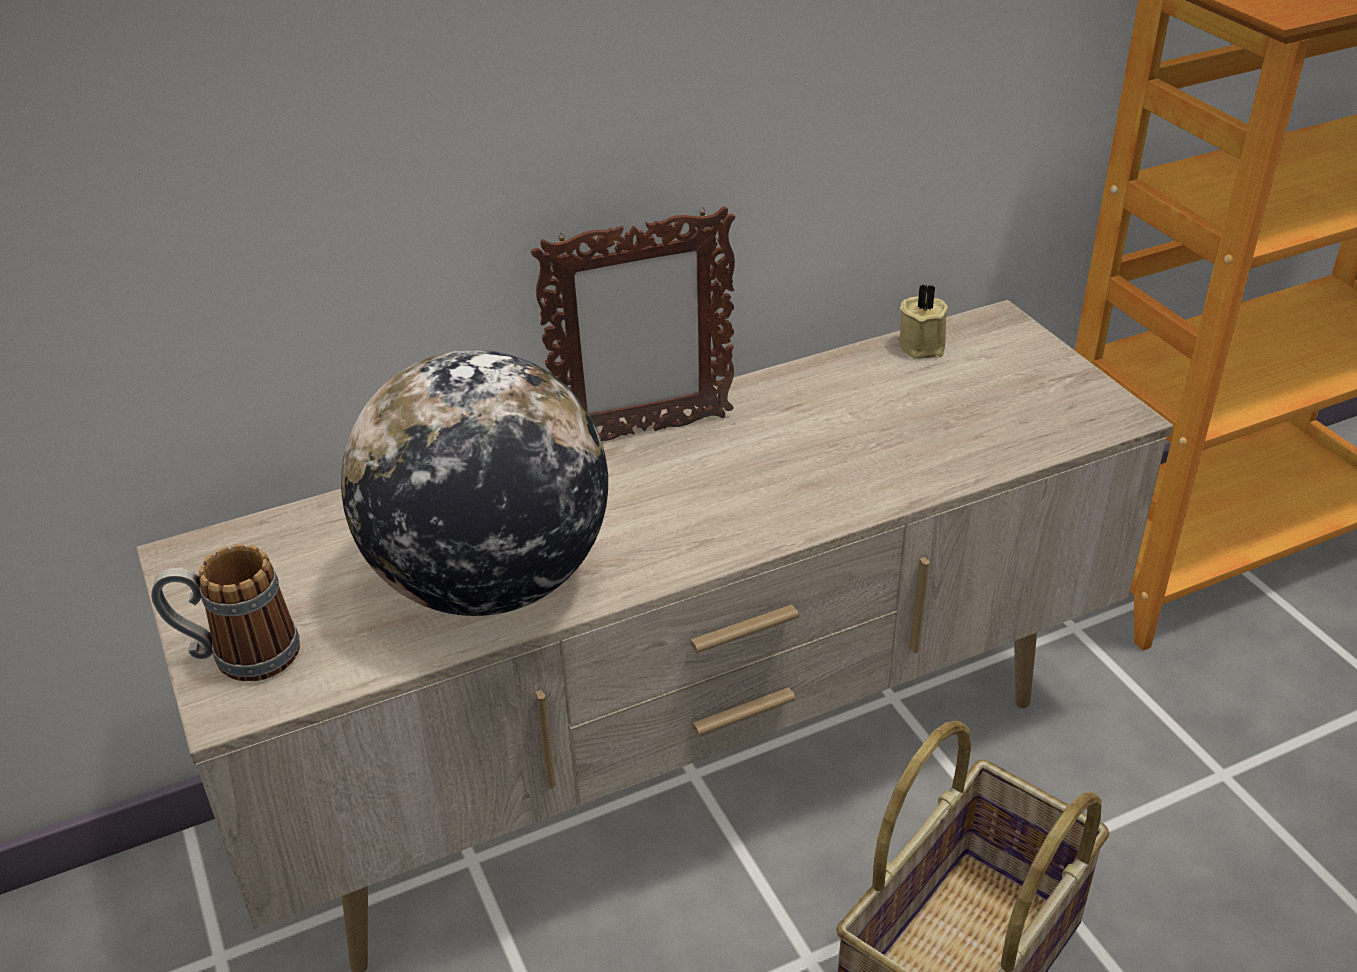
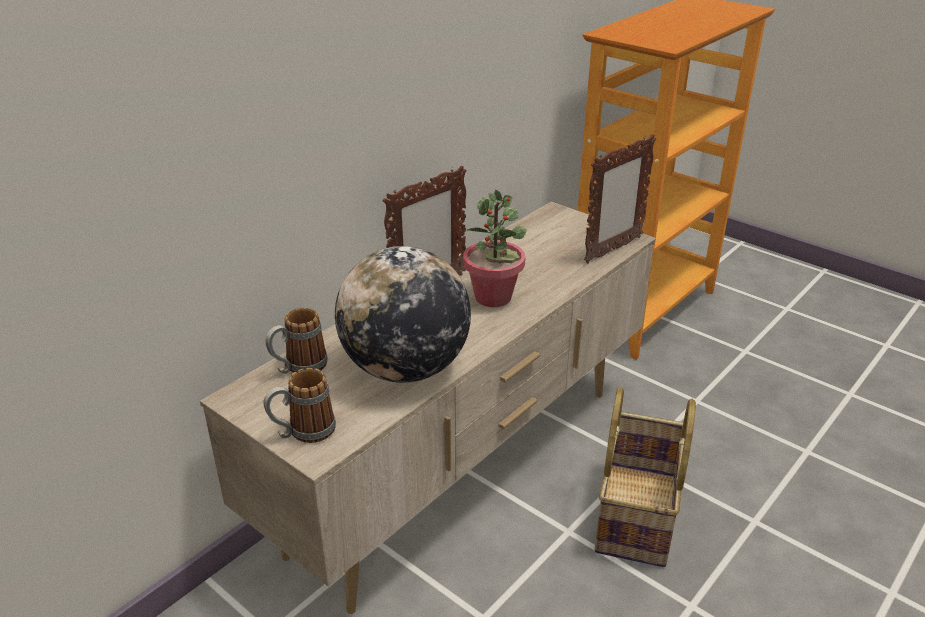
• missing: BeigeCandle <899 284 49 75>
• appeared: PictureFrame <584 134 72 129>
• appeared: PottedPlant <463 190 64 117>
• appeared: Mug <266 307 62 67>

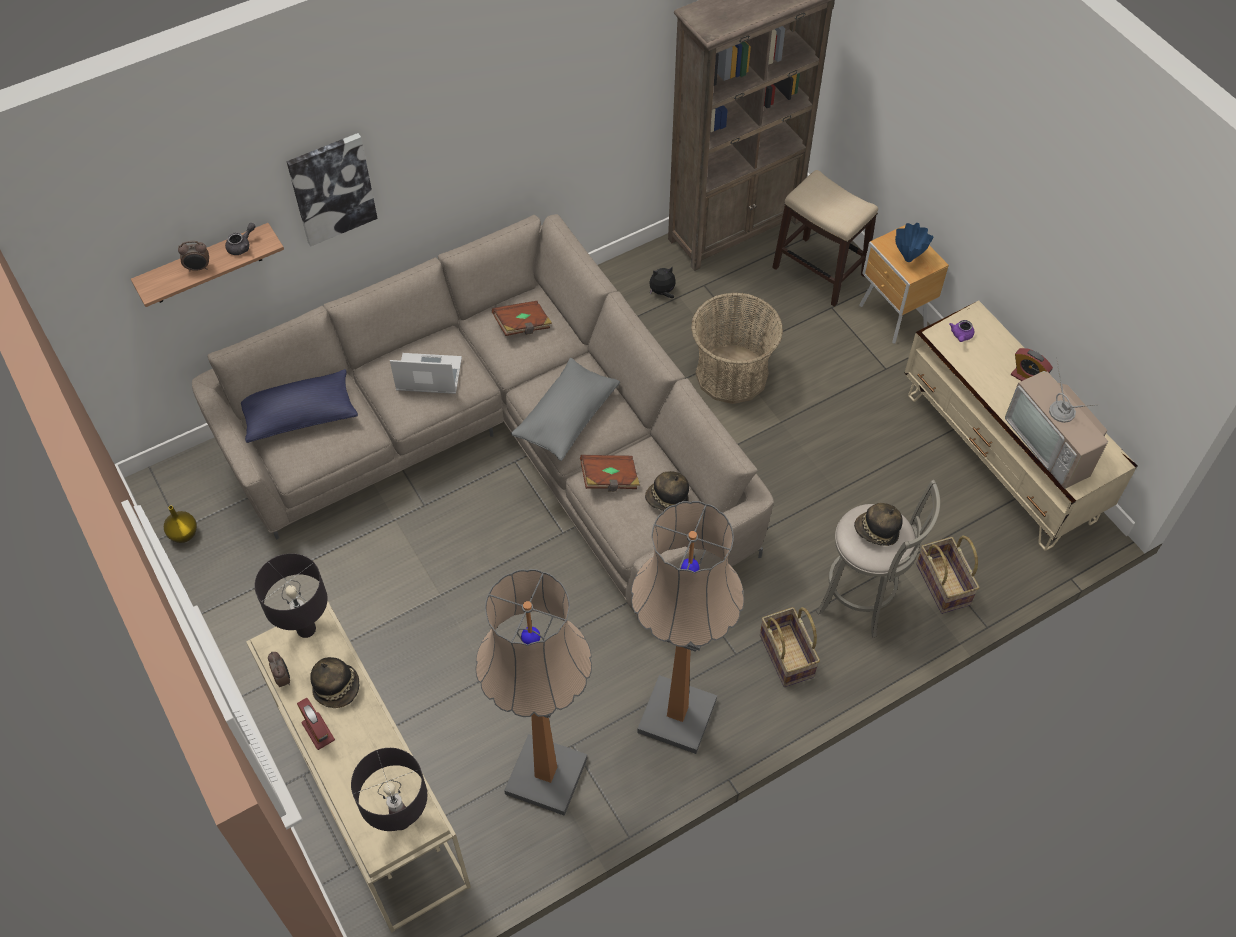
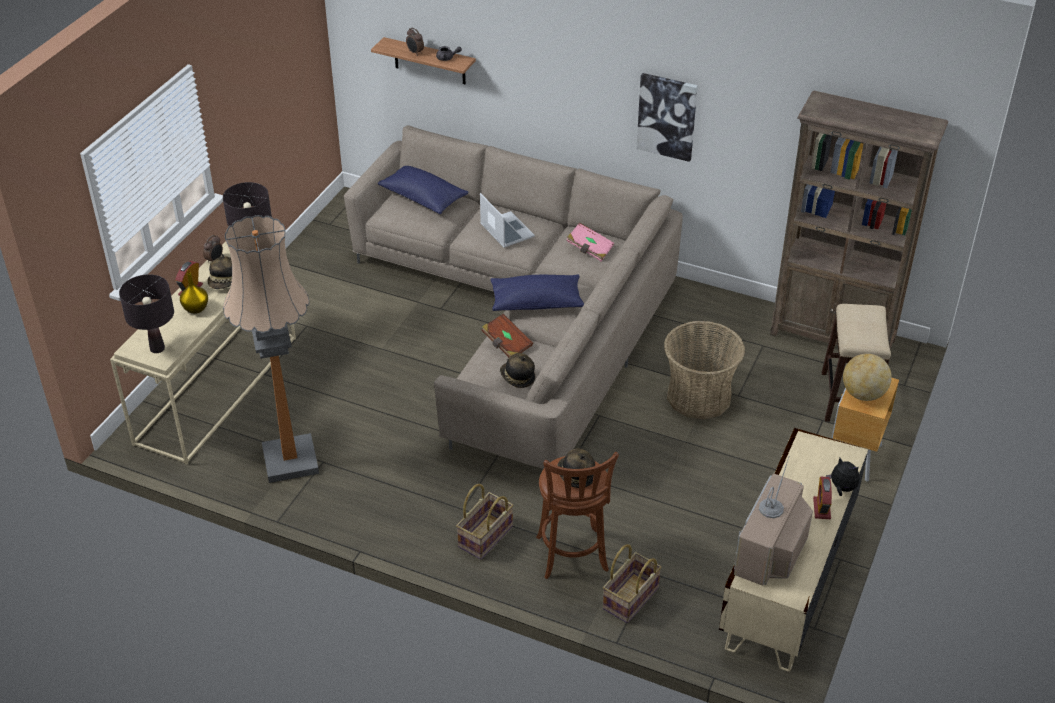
• relocated: Picture <286 133 92 113> to <636 73 62 89>
• exchanged: BlueVase <895 223 39 39> to Globe <843 353 49 48>
• relocated: PlushToy <650 267 26 31> to <826 458 34 38>
• colour: BrownBook <492 301 60 35> to PinkBook <566 222 48 39>
• missing: PurpleTeapot <949 320 25 22>
• colour: GreyPillow <511 358 109 103> to BluePillow <490 275 94 36>
• colour: GreyStool <817 480 123 157> to BrownStool <536 452 83 127>
• missing: FloorLamp <631 501 113 253>
• relocated: YellowVase <164 506 33 37> to <180 272 28 42>

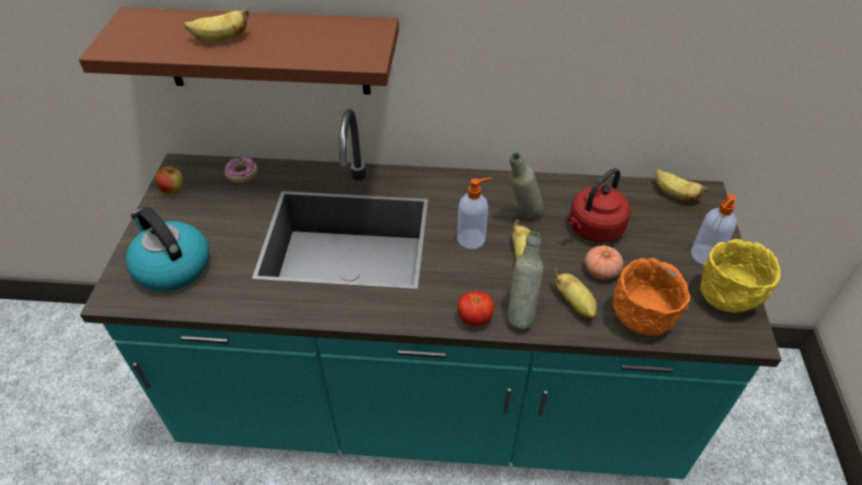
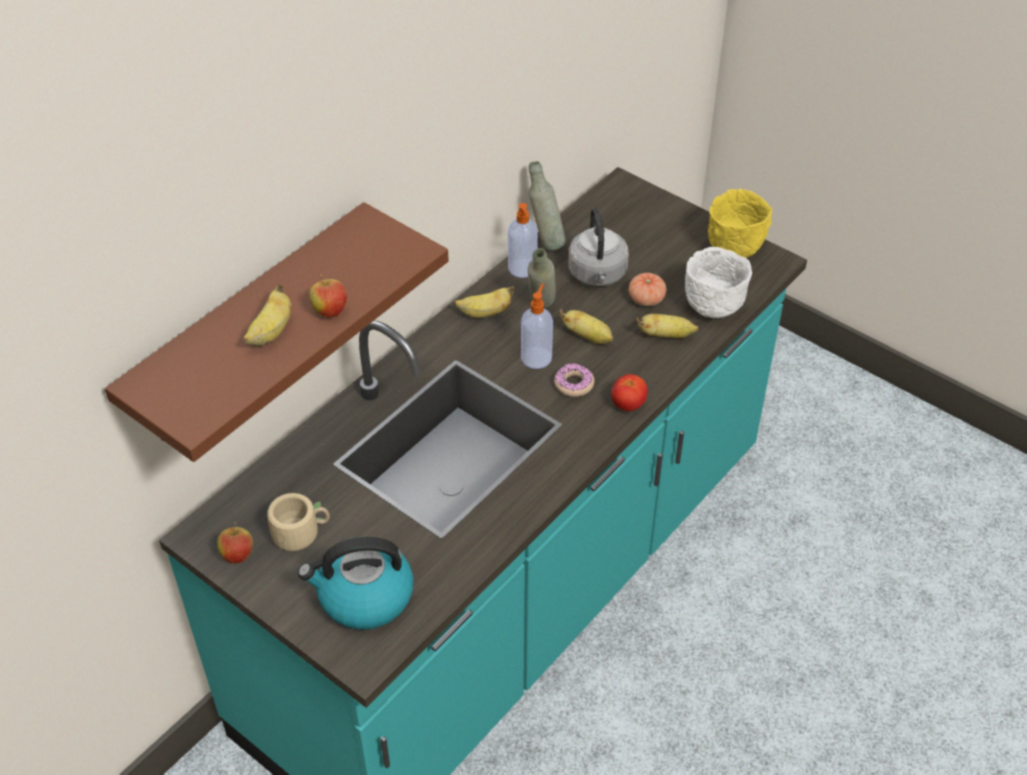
• relocated: Donut <224 157 34 26> to <554 364 41 33>
• colour: RedKettle <568 168 63 74> to GreyKettle <568 208 61 78>
• relocated: Banana <656 169 52 32> to <454 286 61 32>
• relocated: SoapDispenser <691 194 46 70> to <508 203 30 75>
• relocated: GreyBottle <508 231 36 98> to <529 161 37 90>
• colour: OrangeBowl <613 258 77 78> to WhiteBowl <685 247 67 71>
• appeared: Apple <309 275 38 43>
• appeared: BeigeMug <267 493 63 58>

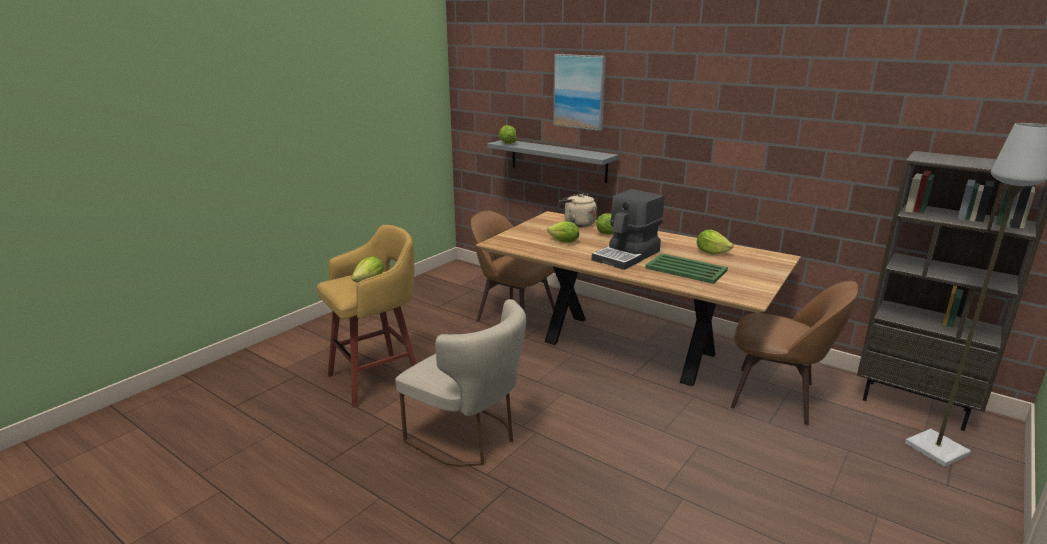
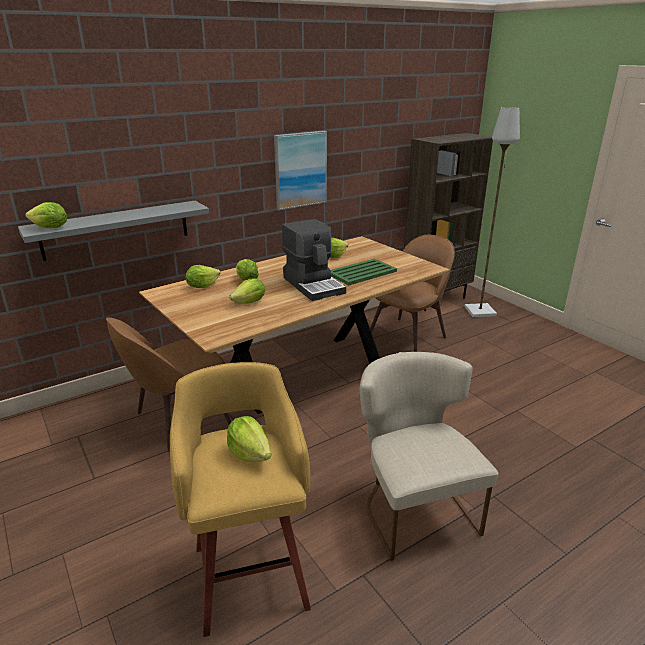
• relocated: Picture <553 54 53 77> to <274 131 53 79>
• exchanged: BeigeKettle <559 193 37 34> to Lettuce <186 265 34 23>
• spun: BeigeChair <395 299 131 167> = <360 352 139 209> 75 degrees counterclockwise

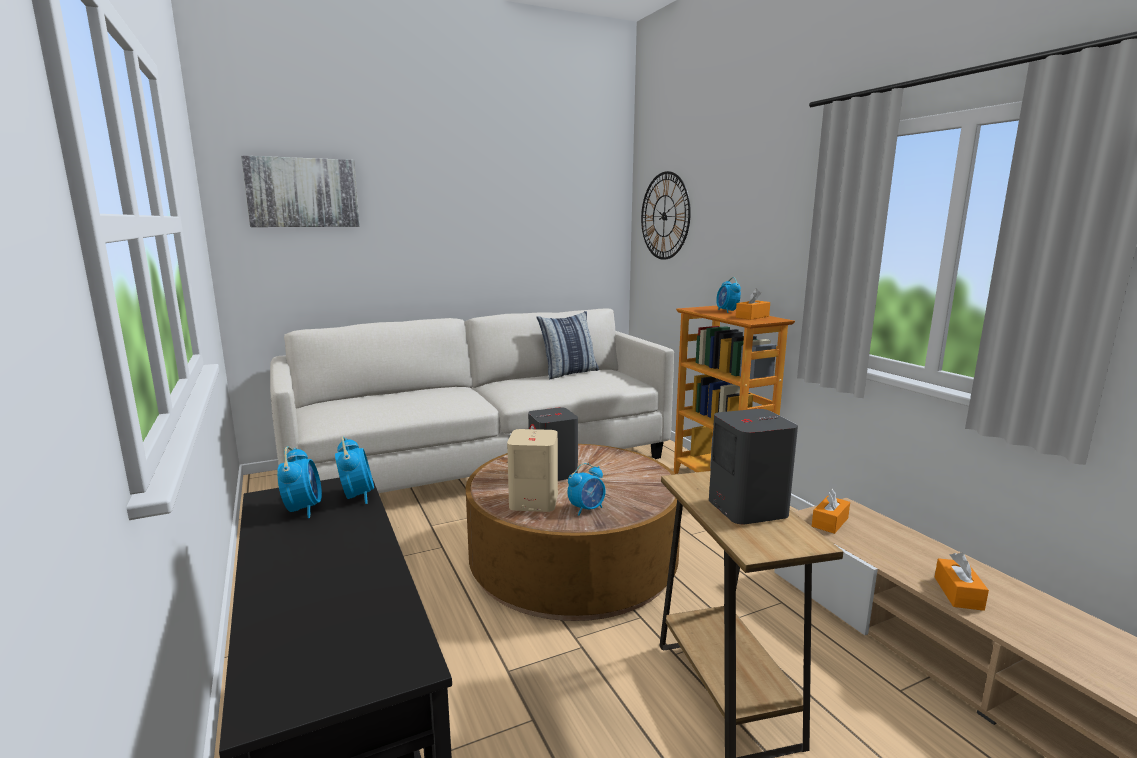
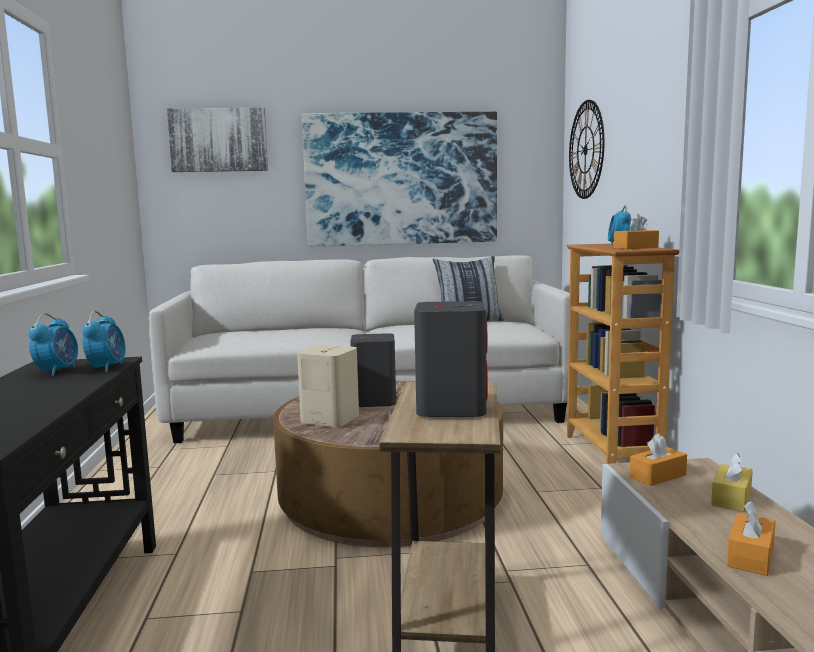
• missing: AlarmClock <568 463 38 53>
• appeared: Picture <302 112 195 134>
• appeared: YellowTissueBox <711 453 42 59>

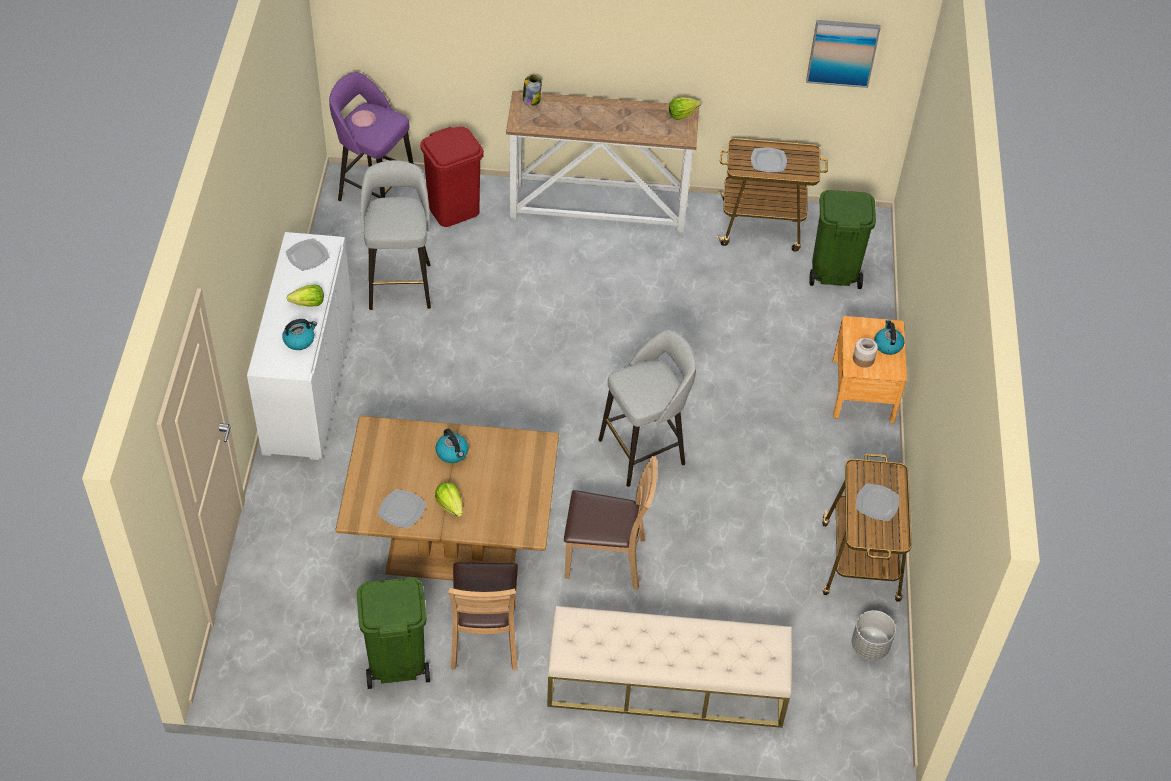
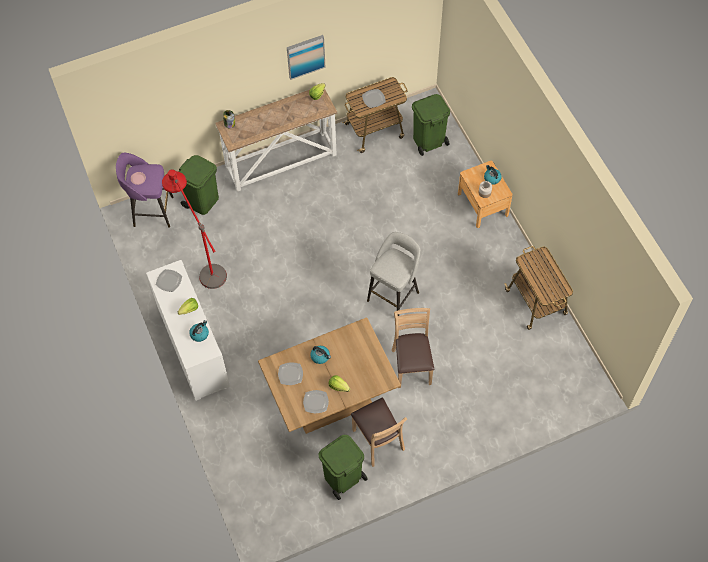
• relocated: Picture <806 20 75 68> to <287 35 39 45>
• colour: RedTrashCan <420 127 64 100> to GreenTrashCan <179 155 40 60>
• exchanged: GreyStool <360 160 71 150> to RedFloorLamp <162 169 65 120>
• spun: BrownChair <564 456 93 134> = <392 308 42 80> 75 degrees counterclockwise
• relocated: Plate <856 483 43 38> to <278 362 25 23>
• missing: BeigeBench <547 606 245 122>
• missing: GreyPlanter <852 610 44 50>

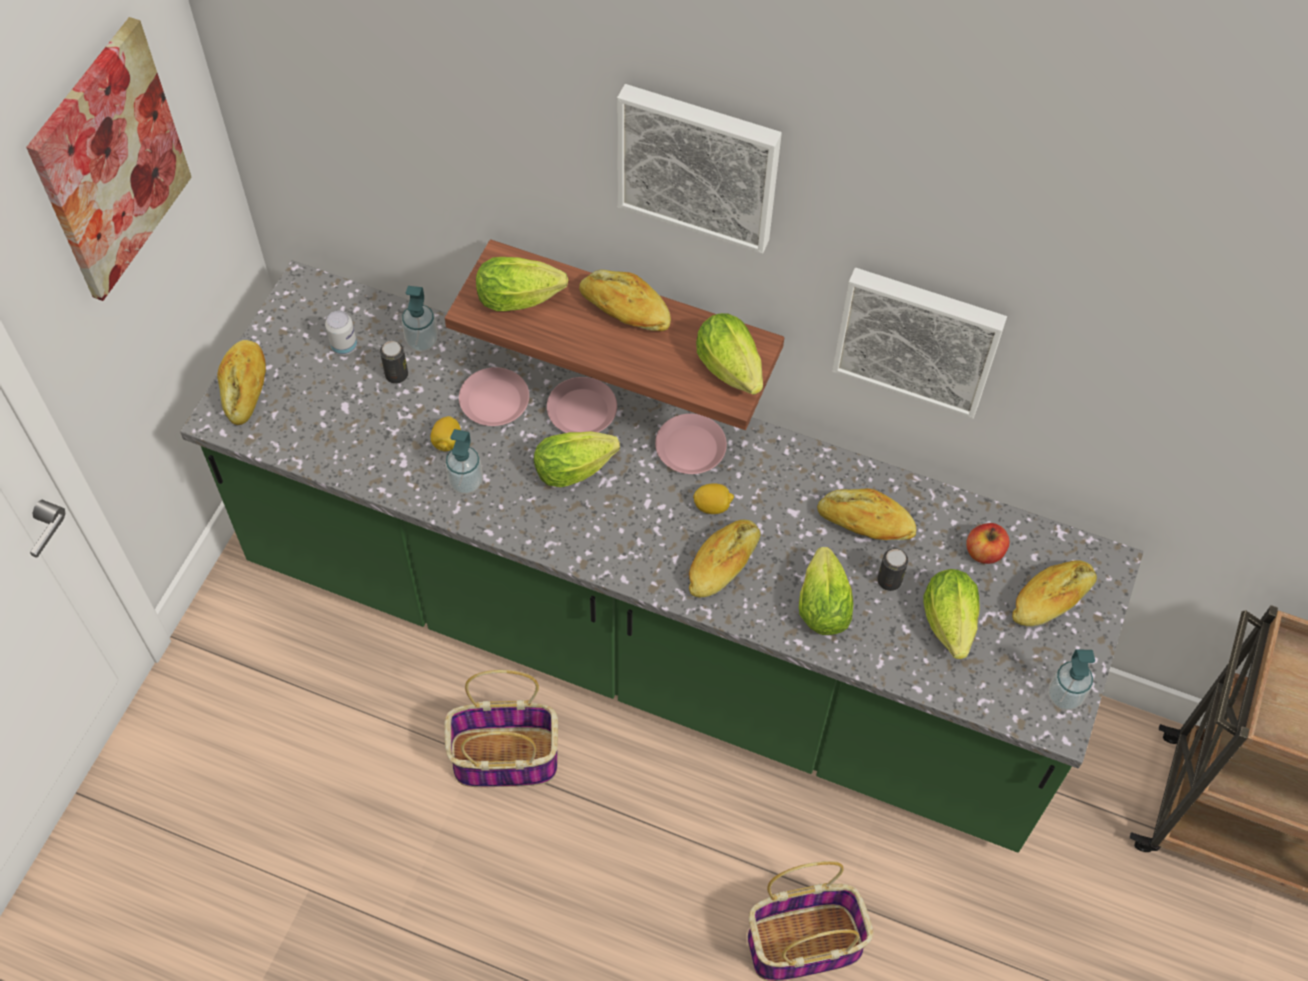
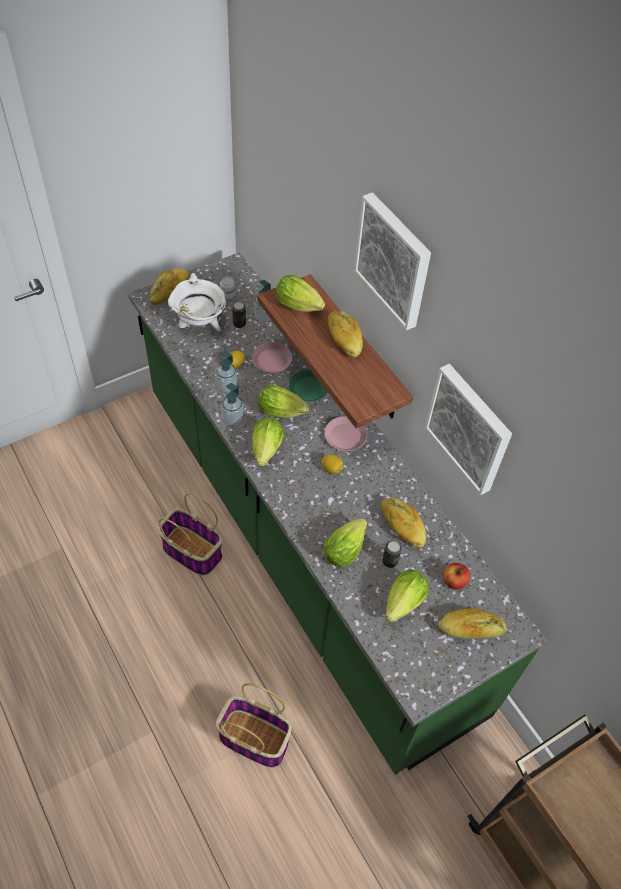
• missing: Picture <26 17 166 284>
• relocated: Lettuce <696 313 67 82> to <251 417 33 49>
• colour: PinkPlate <547 377 70 56> to GreenPlate <288 370 40 32>
• missing: Bread <689 520 72 77>
• relocated: SoapDispenser <1048 649 47 61> to <222 383 21 42>
• appeared: WhiteCookingPot <168 273 58 59>

